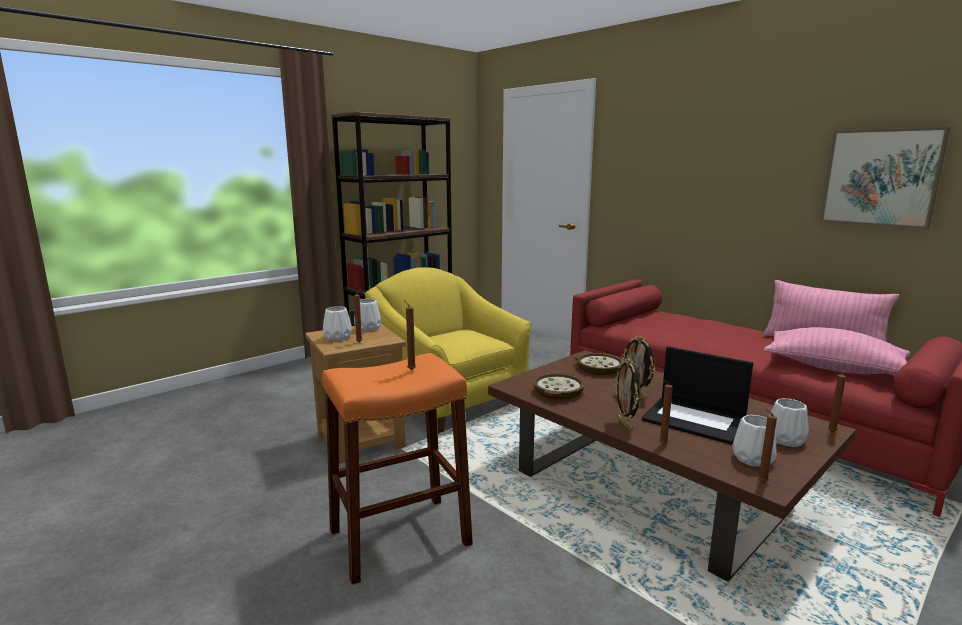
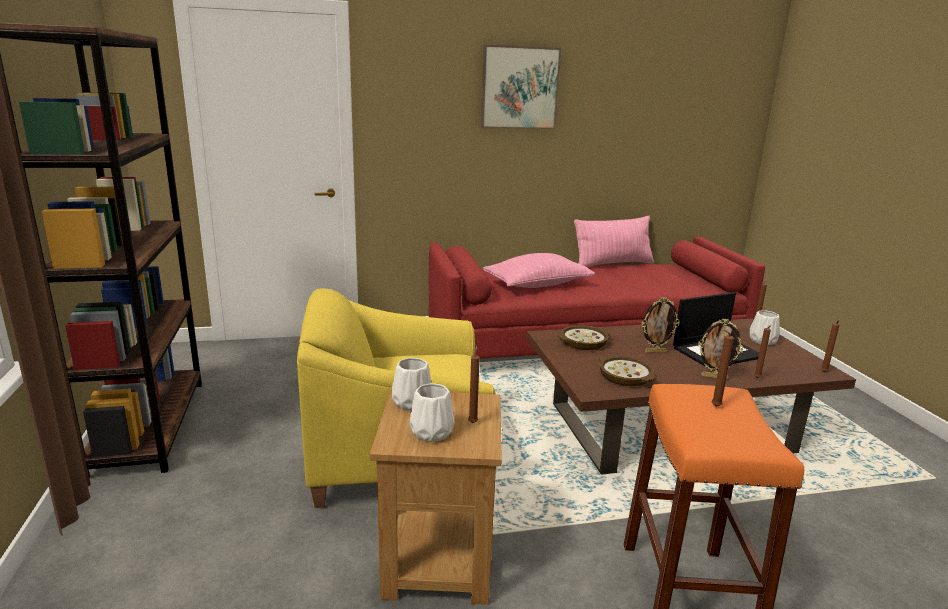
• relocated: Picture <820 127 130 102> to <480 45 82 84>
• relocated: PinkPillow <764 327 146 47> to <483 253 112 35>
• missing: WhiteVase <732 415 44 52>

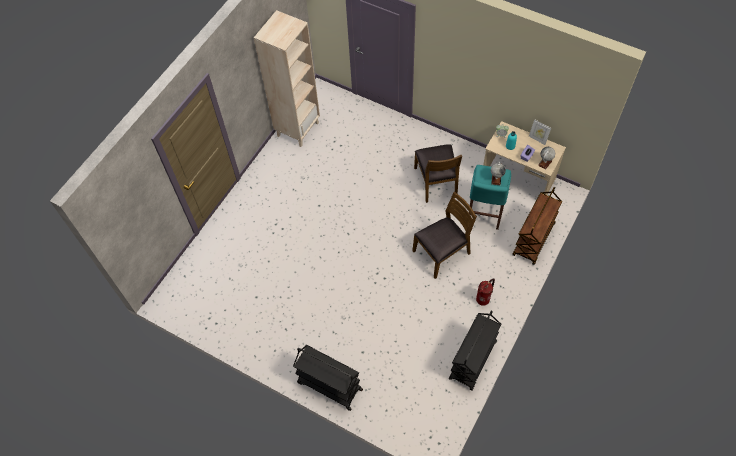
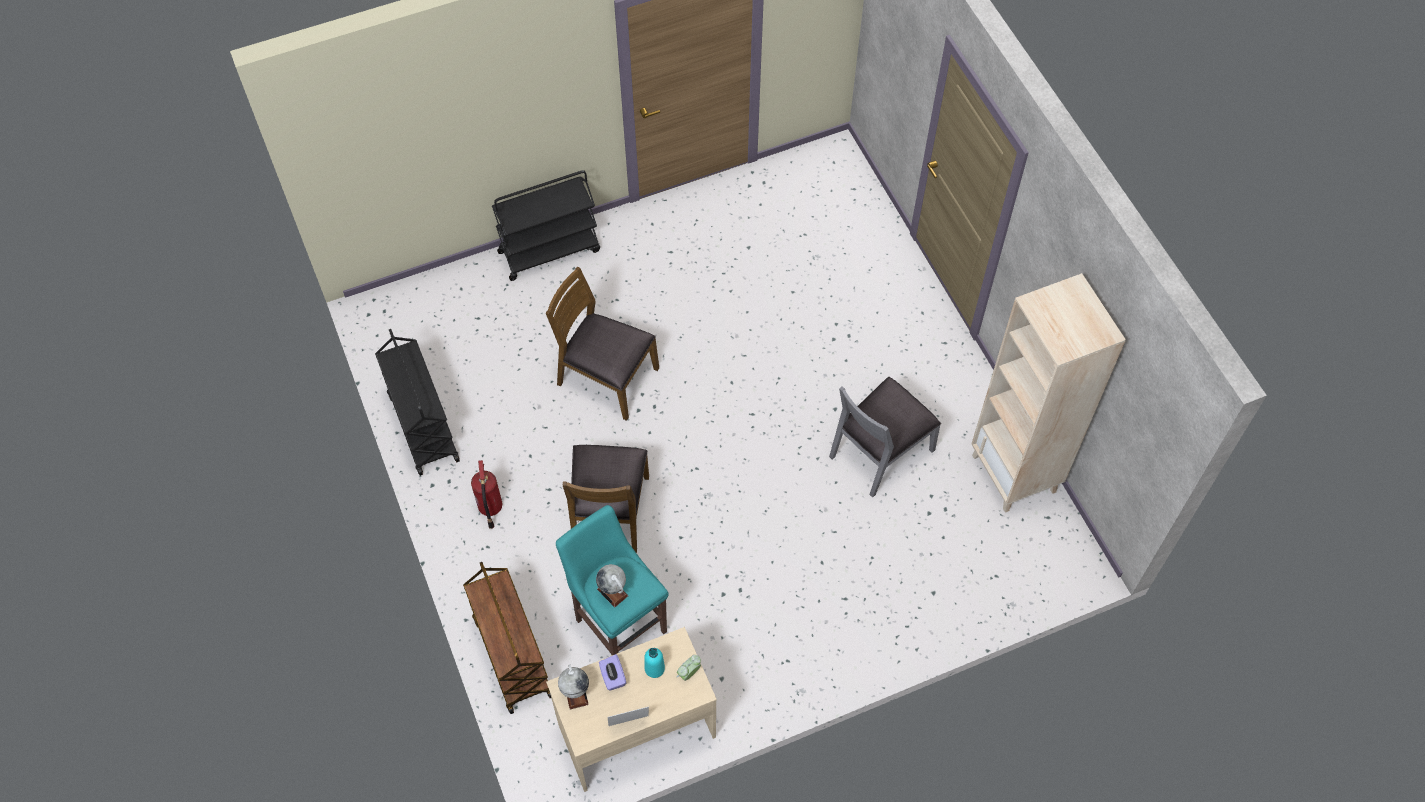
• relocated: BrownChair <414 144 48 59> to <546 267 113 154>
• appeared: GreyChair <829 377 112 121>

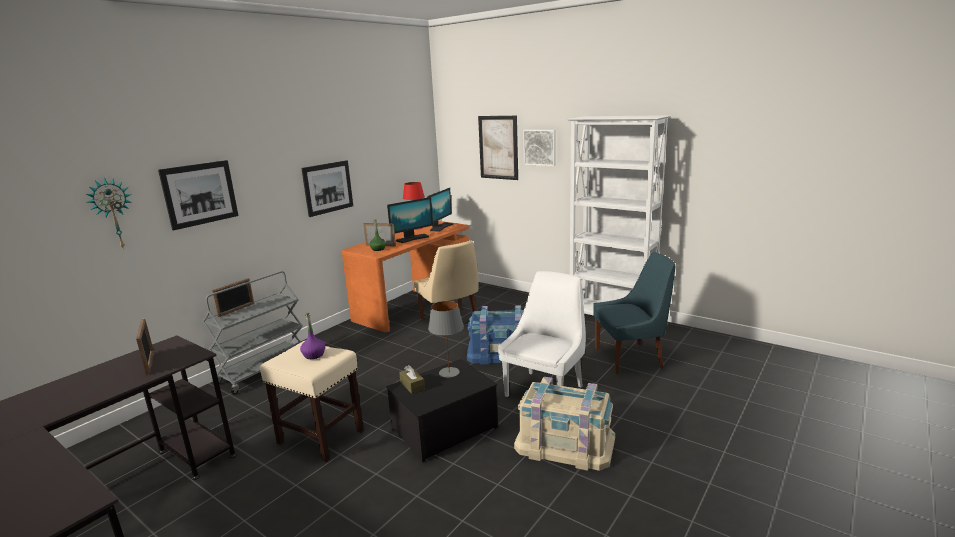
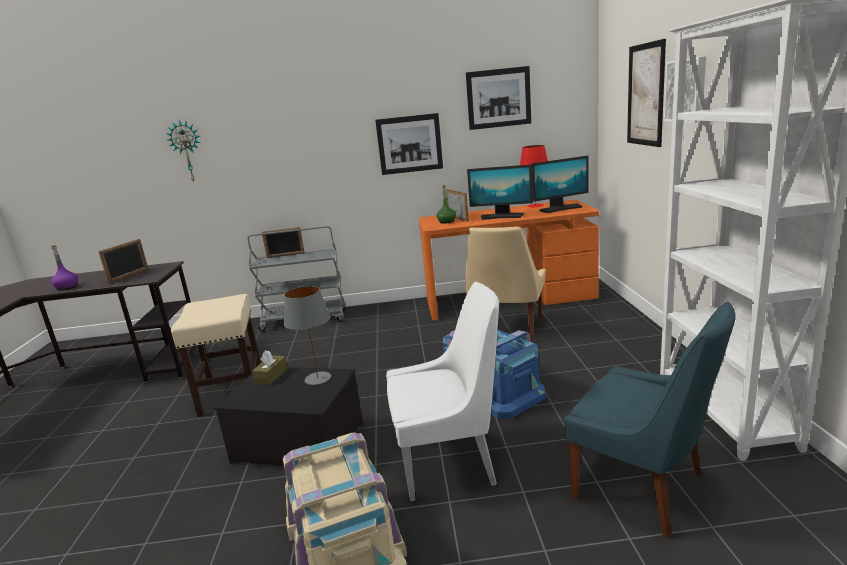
• relocated: Picture <158 160 80 70> to <466 66 65 64>
• relocated: PurpleBottle <300 313 25 46> to <51 245 27 45>

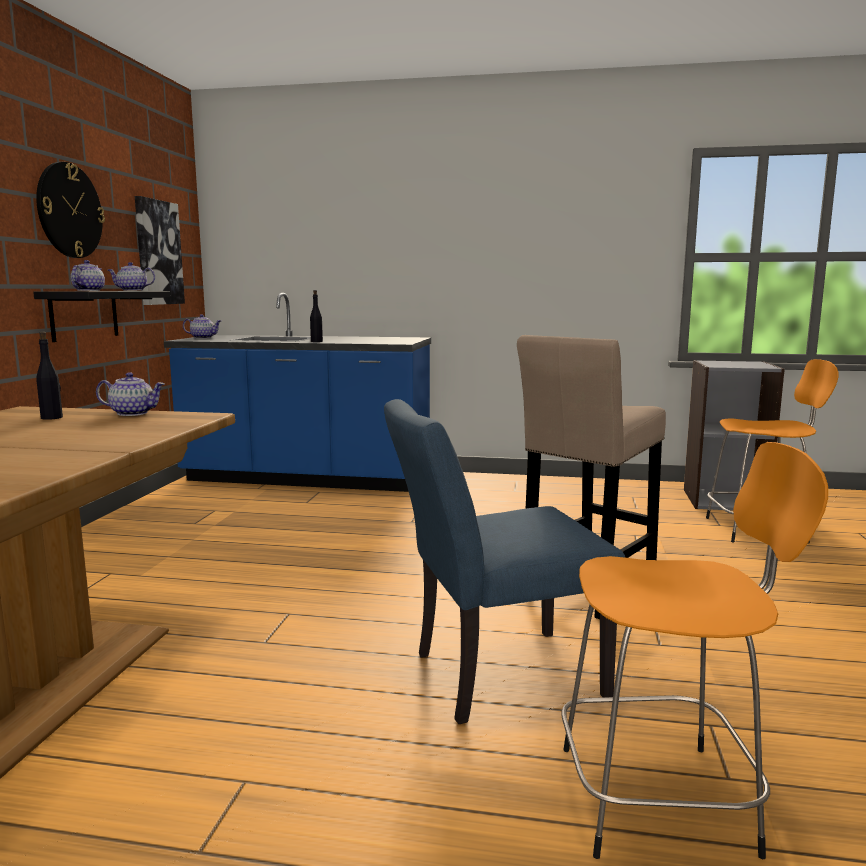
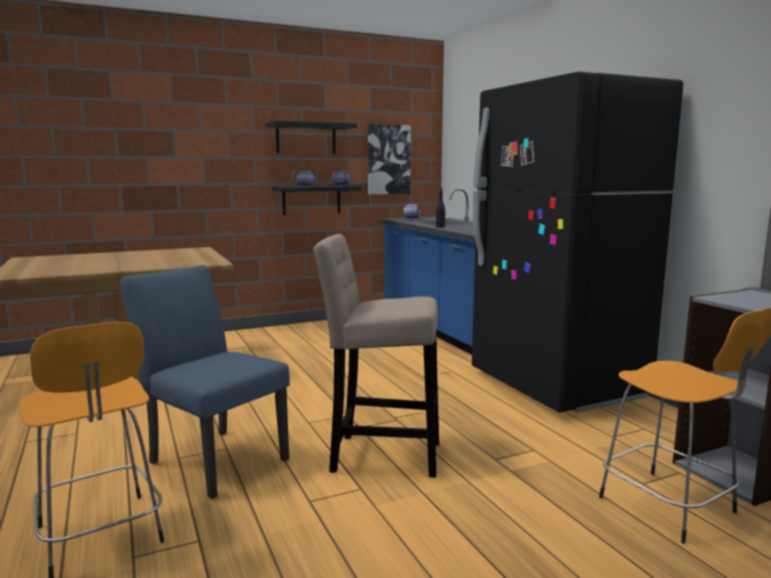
• exchanged: WallClock <36 162 69 96> to BlackShelf <265 121 92 33>
• missing: BlackBottle <36 332 27 88>
• missing: Teapot <96 372 69 44>
• appeared: BlackFridge <472 72 211 341>

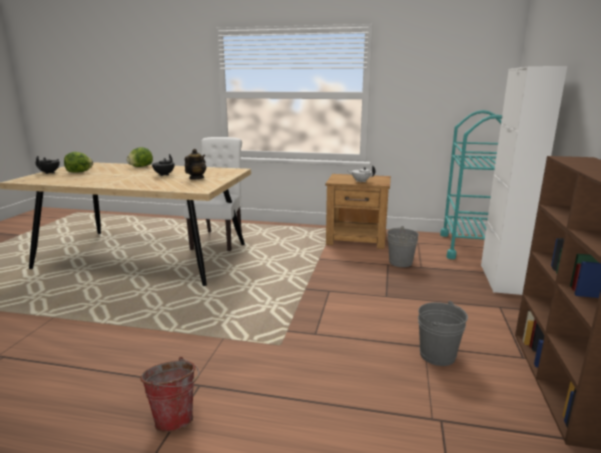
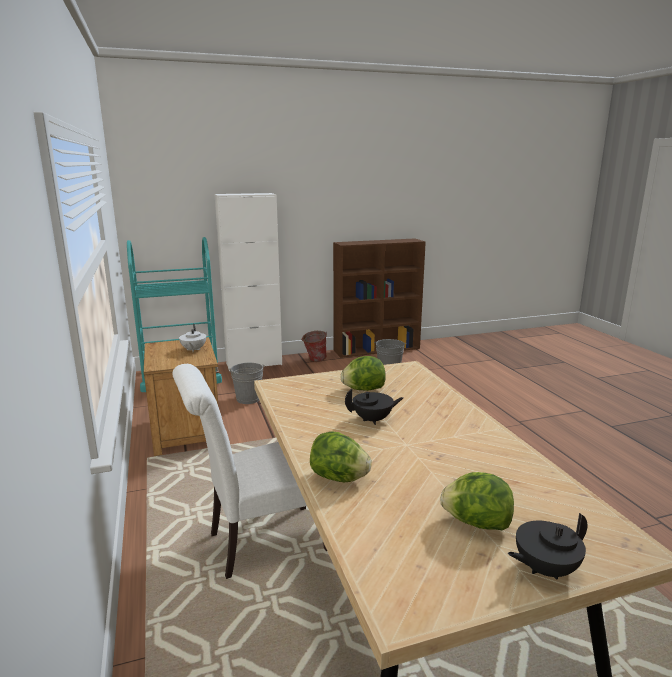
• exchanged: Teapot <185 149 21 30> to Lettuce <341 356 45 35>
• relocated: Bucket <140 357 59 75> to <301 331 26 31>

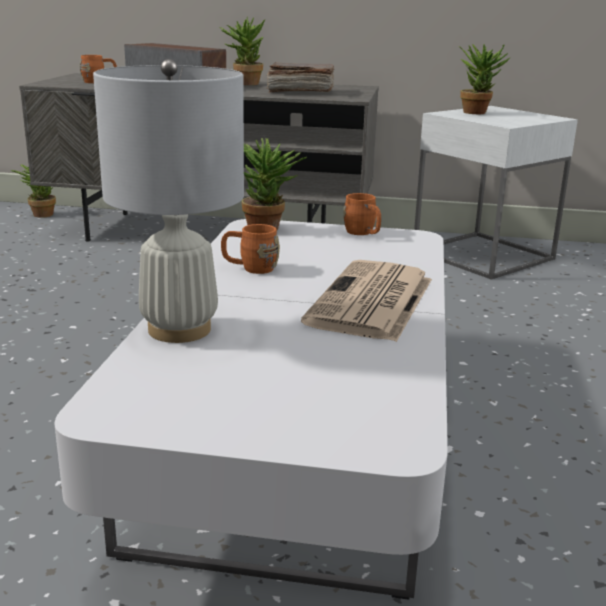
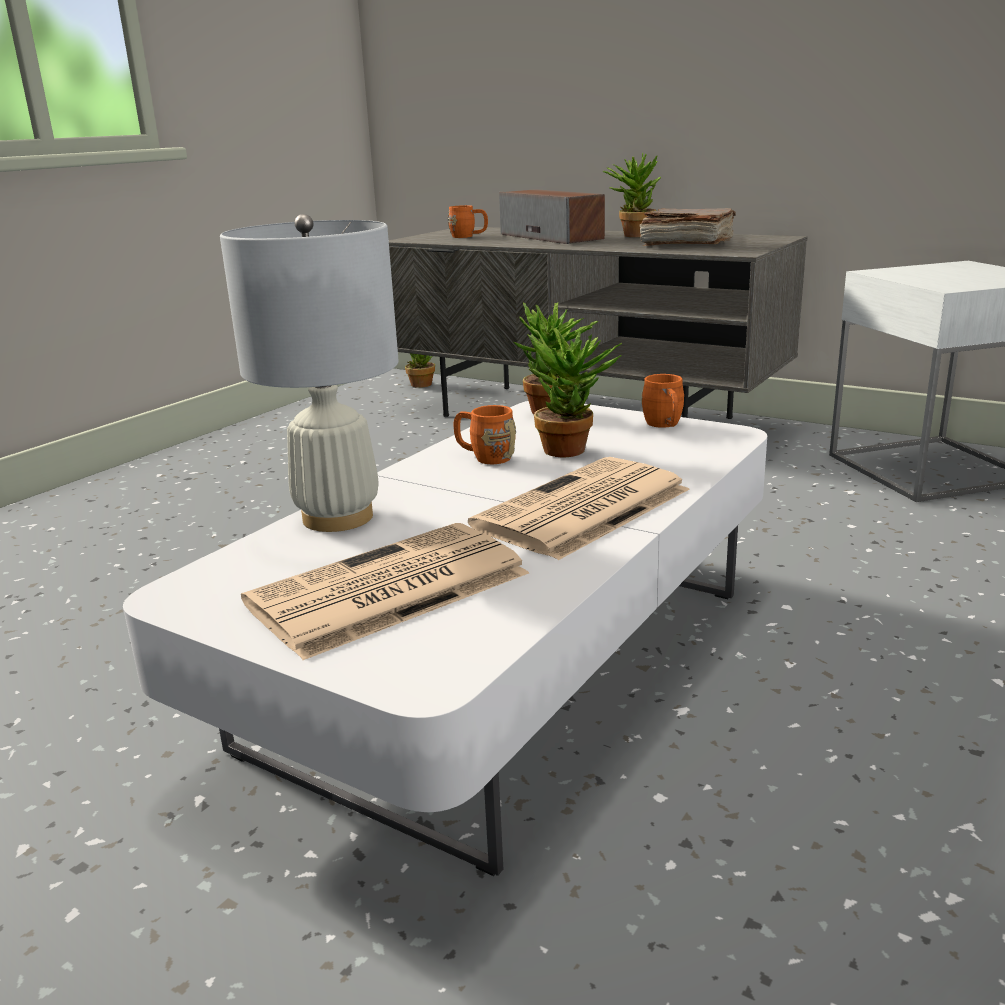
• relocated: PottedPlant <458 44 52 70> to <527 328 95 130>
• appeared: Newspaper <241 523 288 137>

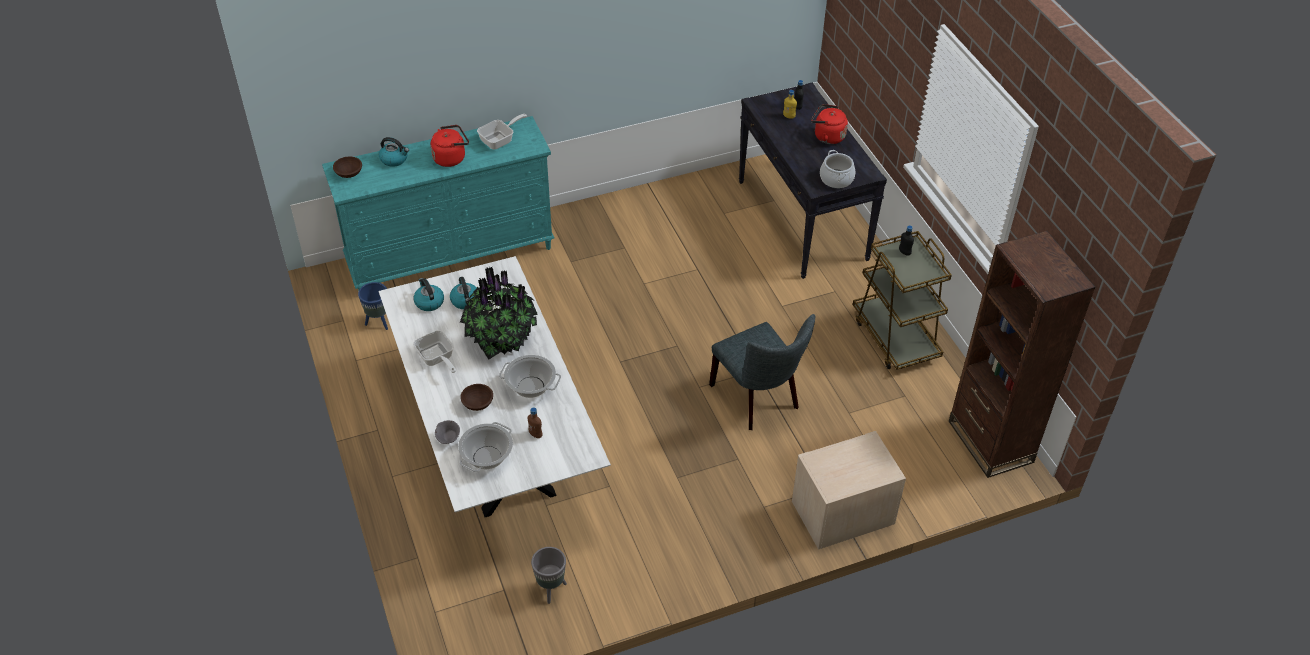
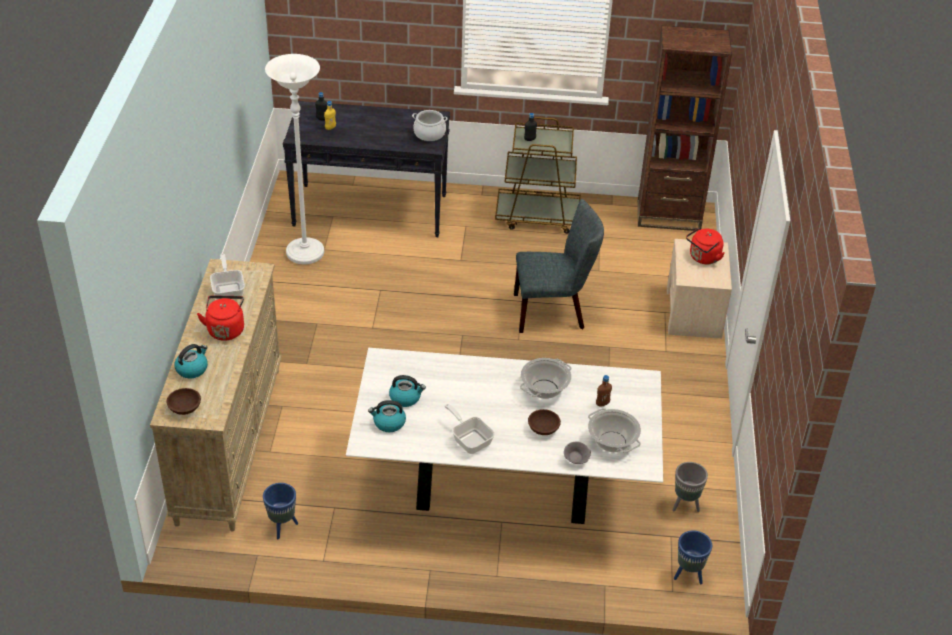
• relocated: RedKettle <811 104 37 40> to <686 228 39 36>
• colour: TurquoiseDresser <322 116 232 175> to BeigeDresser <150 259 132 272>
• missing: PottedPlant <460 266 78 94>
• spun: FryingPan <413 330 43 43> = <445 404 50 50> 120 degrees counterclockwise
• appeared: WhiteFloorLamp <265 54 59 210>
• appeared: BluePlanter <674 530 38 54>

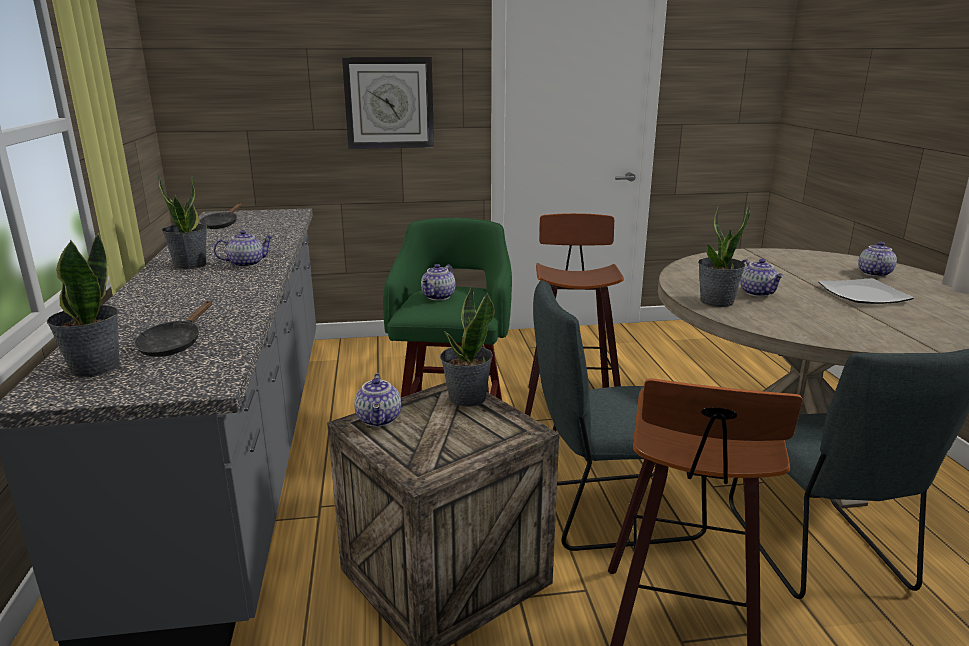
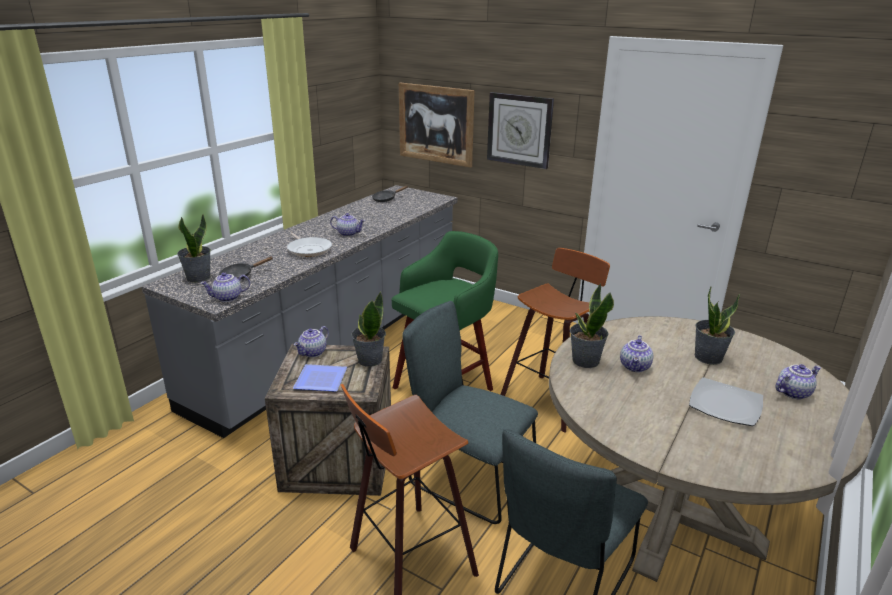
• relocated: PottedPlant <158 175 49 95> to <695 286 45 79>
• relocated: Teapot <421 264 34 37> to <200 272 50 30>
• appeared: Picture <399 83 76 85>
• appeared: FryingPan <287 232 45 25>
• appeared: Plate <293 364 54 28>

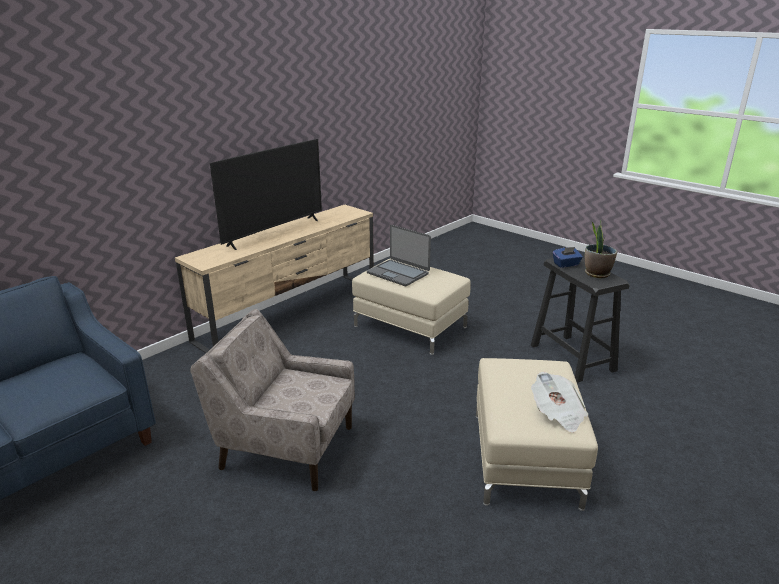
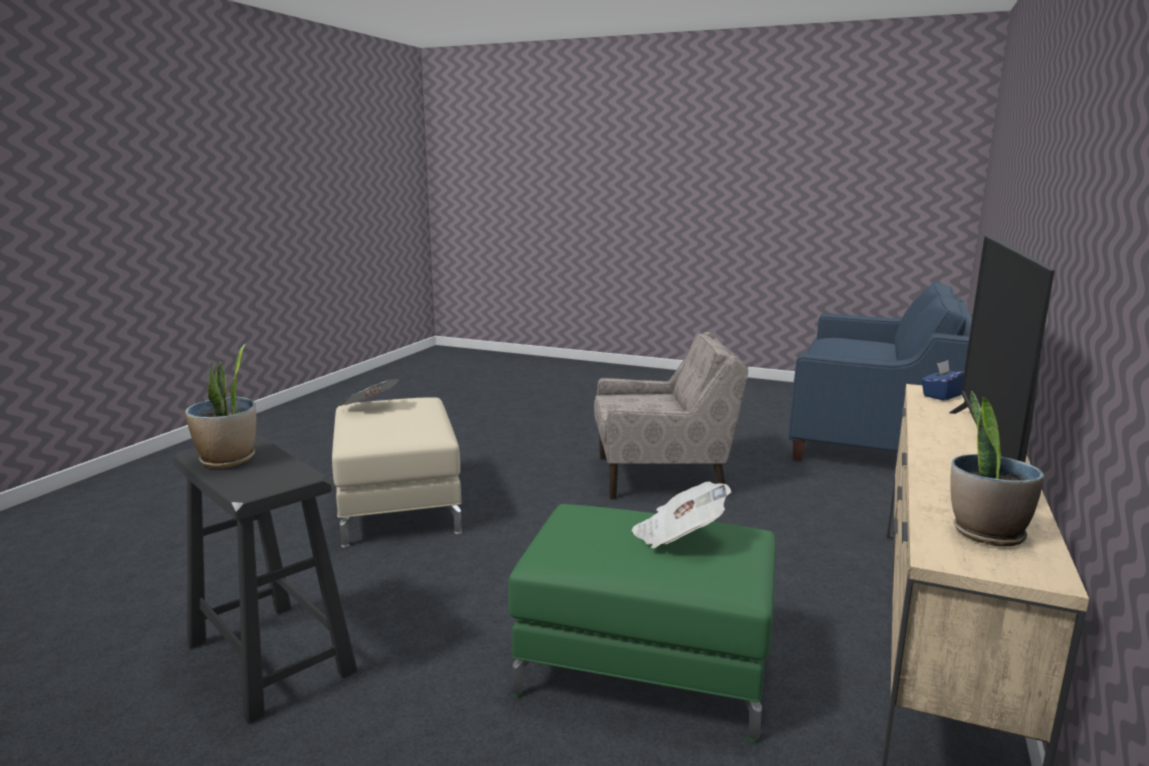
• exchanged: Laptop <367 225 64 61> to Newspaper <632 481 99 68>
• relocated: BlueTissueBox <553 247 30 21> to <921 360 43 41>
• colour: BeigeOttoman <352 259 119 96> to GreenOttoman <508 504 268 239>
• appeared: PottedPlant <950 391 94 155>

